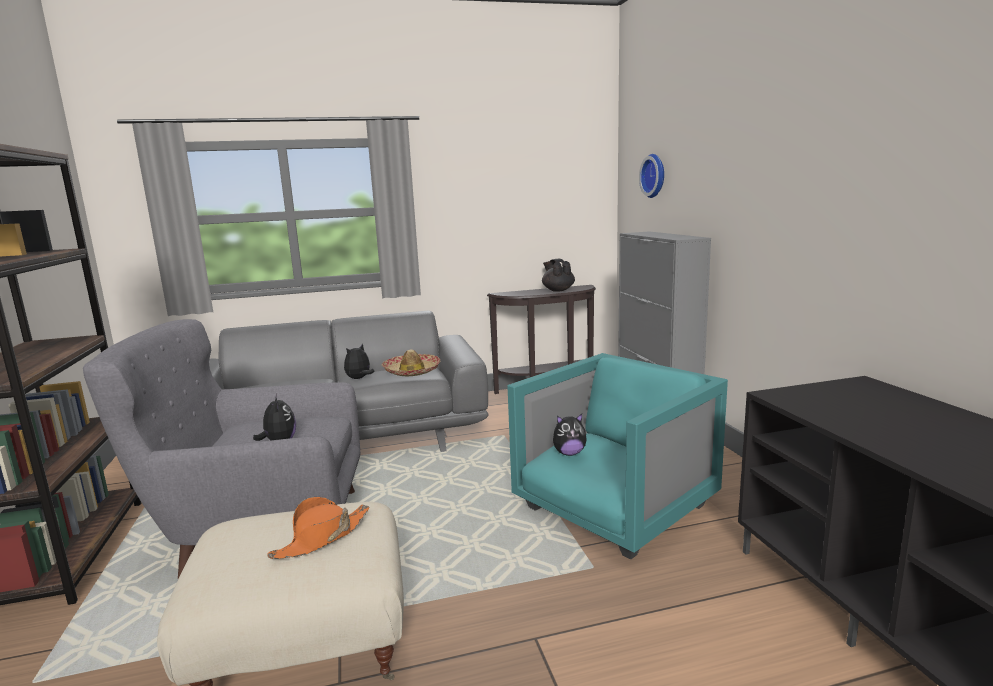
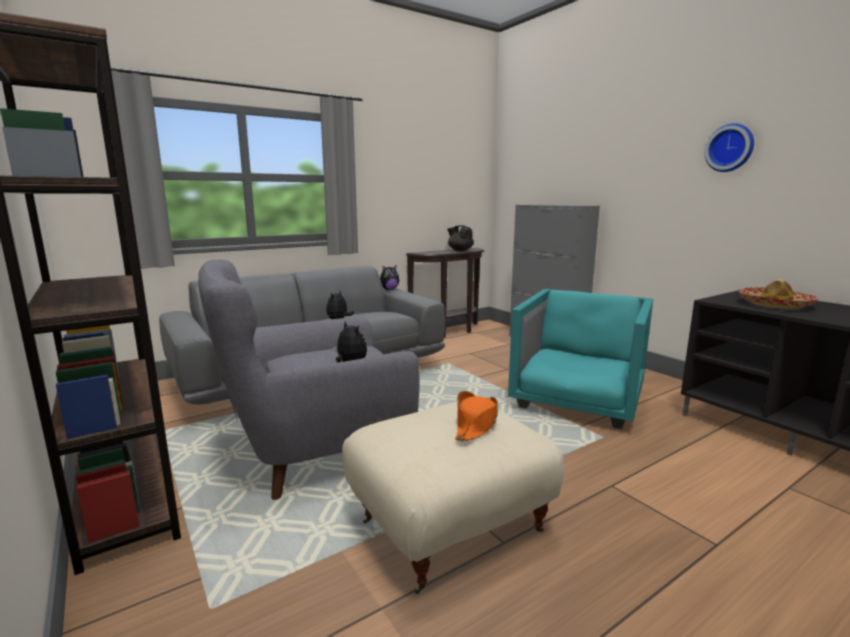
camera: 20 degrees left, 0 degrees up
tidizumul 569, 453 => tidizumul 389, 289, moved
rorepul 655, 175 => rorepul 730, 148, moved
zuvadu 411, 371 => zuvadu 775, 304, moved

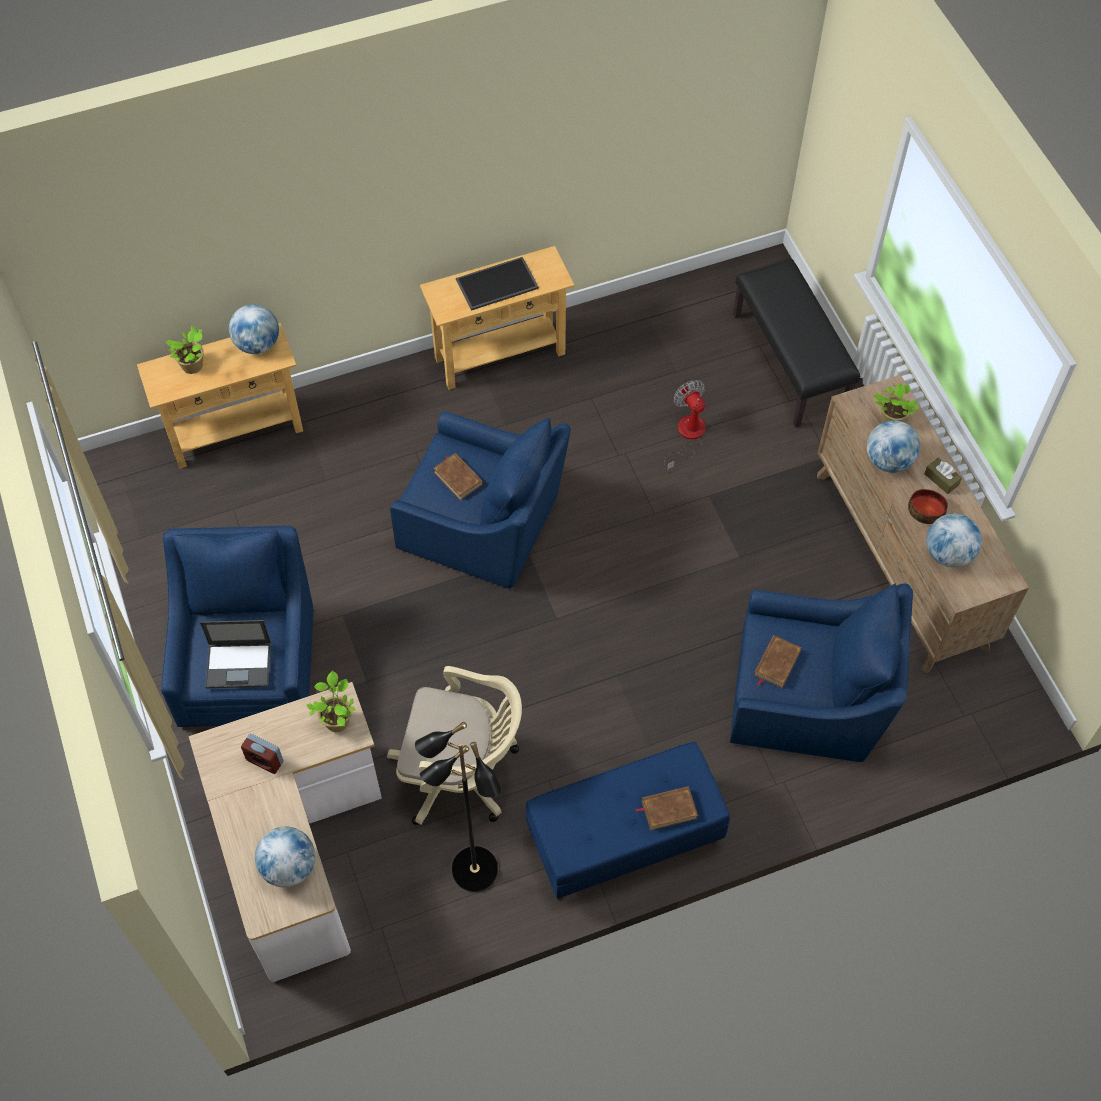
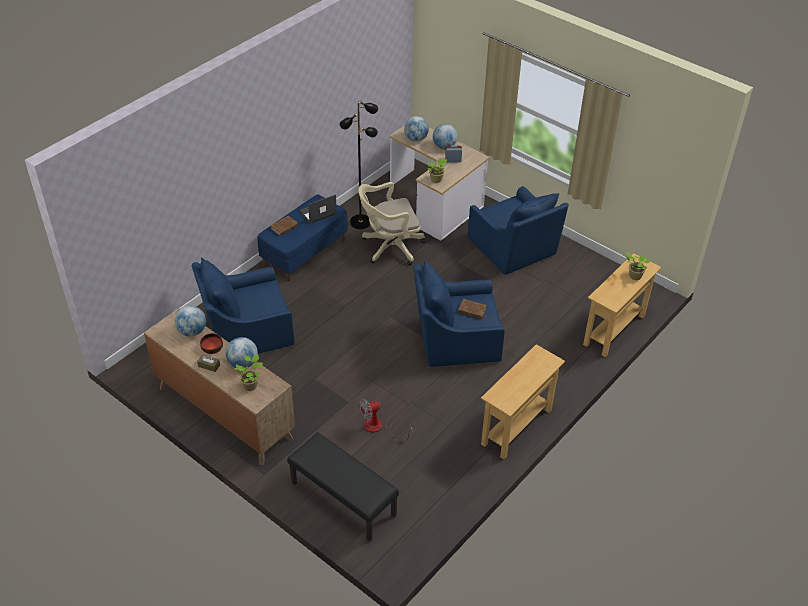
camera: 150 degrees right, 15 degrees down
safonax 239, 665 => safonax 317, 212, moved
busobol 687, 436 => busobol 379, 428, 120 degrees clockwise
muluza 257, 344 => muluza 444, 147, moved
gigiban 496, 285 => nothing
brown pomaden 776, 663 => nothing

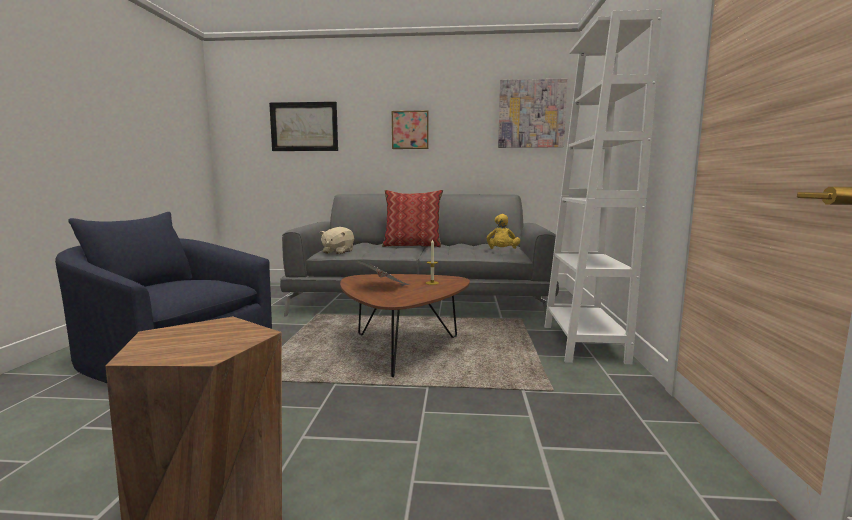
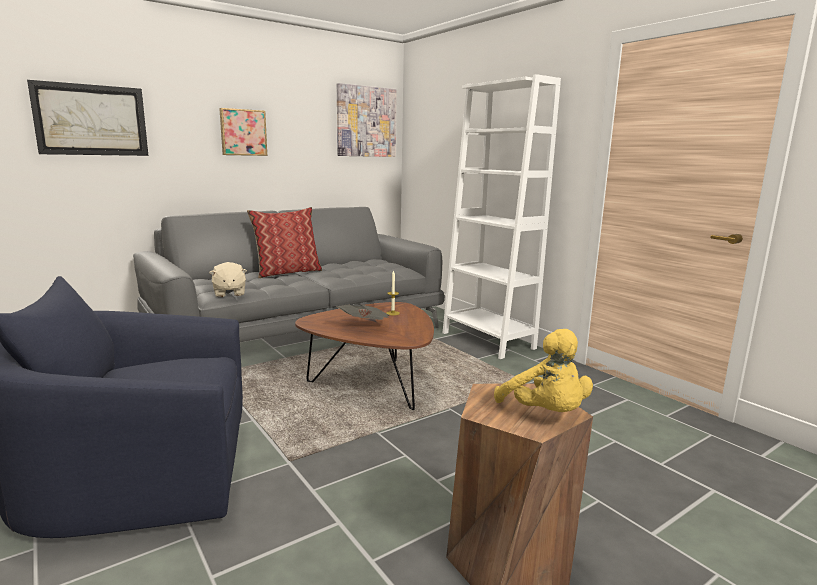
camera: 40 degrees left, 5 degrees up
yellow tidizumul 502, 251 => yellow tidizumul 545, 413, moved

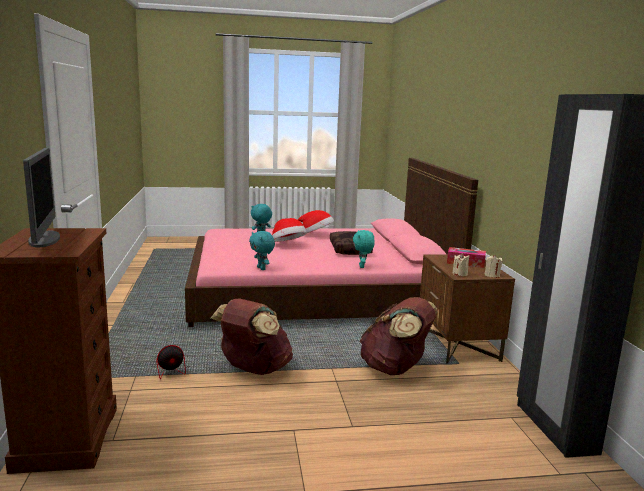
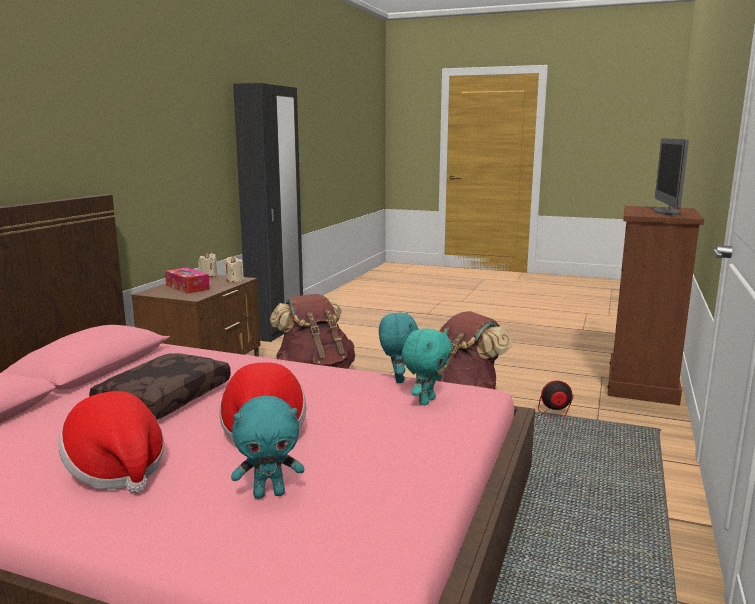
camera: 150 degrees left, 0 degrees up
turquoise tidizumul 362, 266 => turquoise tidizumul 425, 401, moved

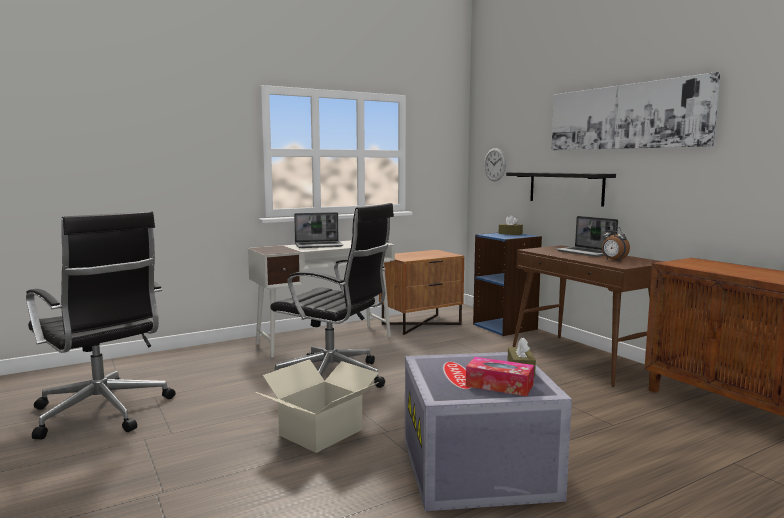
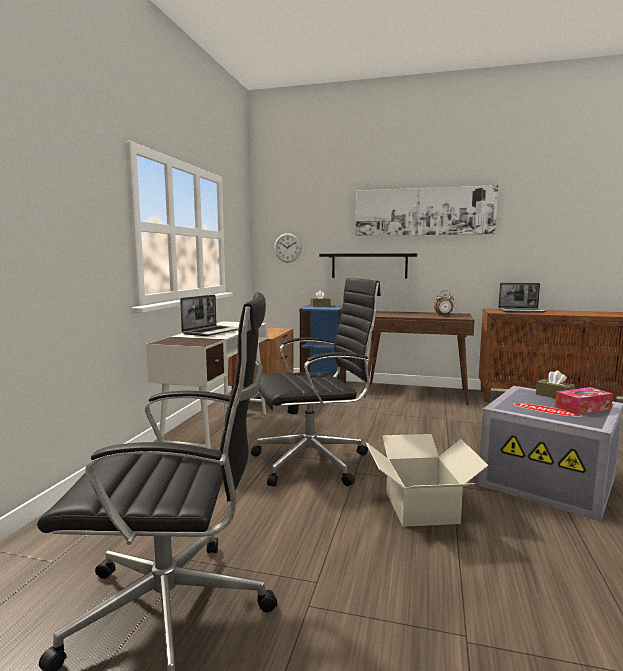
camera: 45 degrees left, 0 degrees up
safonax 586, 253 => safonax 521, 311, moved

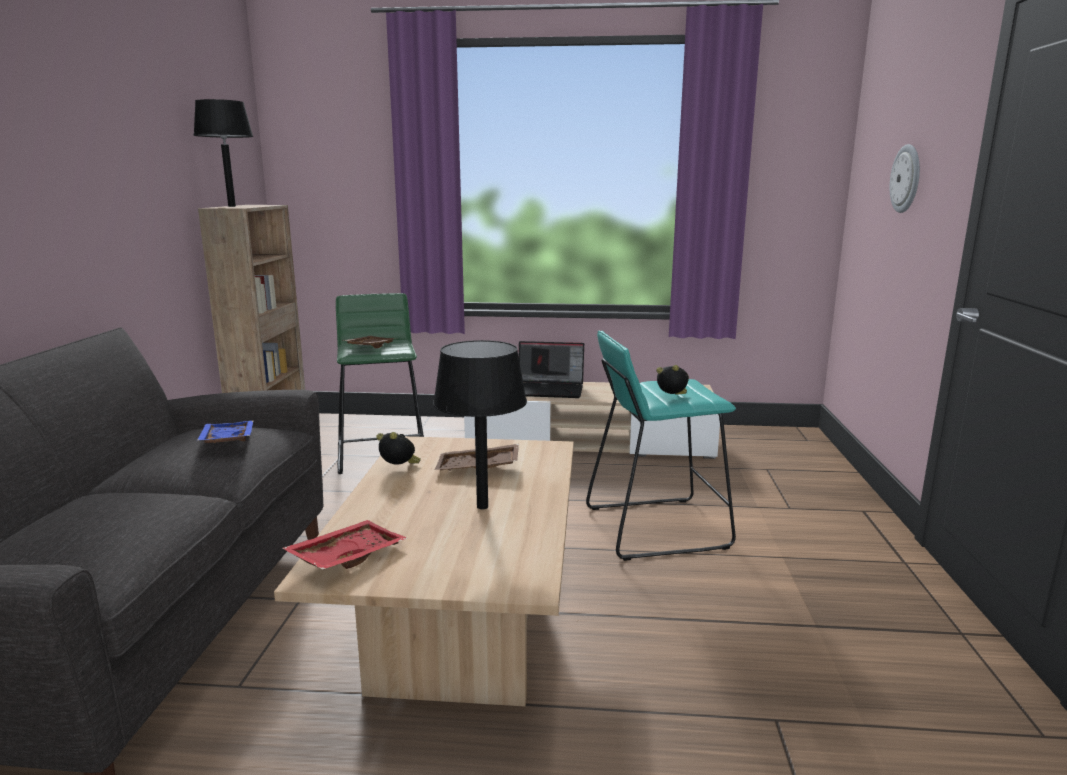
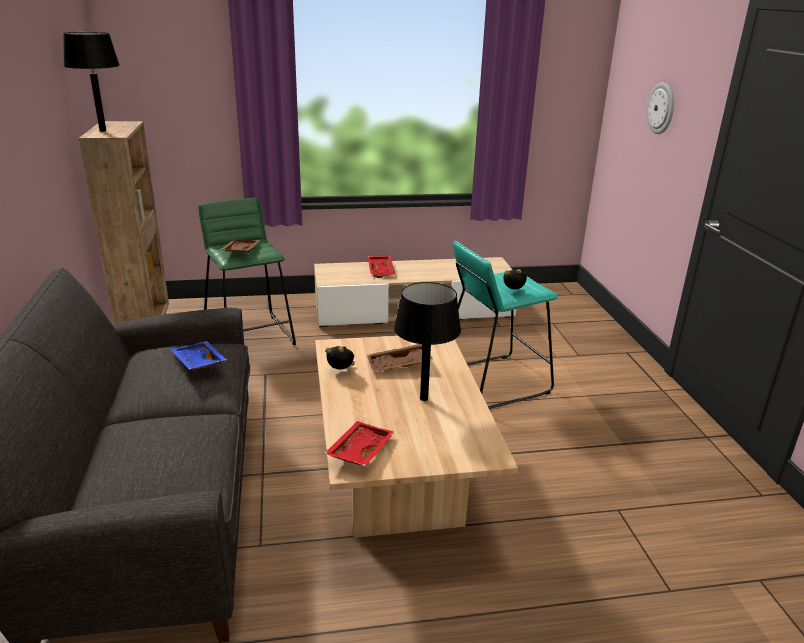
camera: 15 degrees left, 10 degrees up
safonax 550, 389 => red gigiban 381, 271

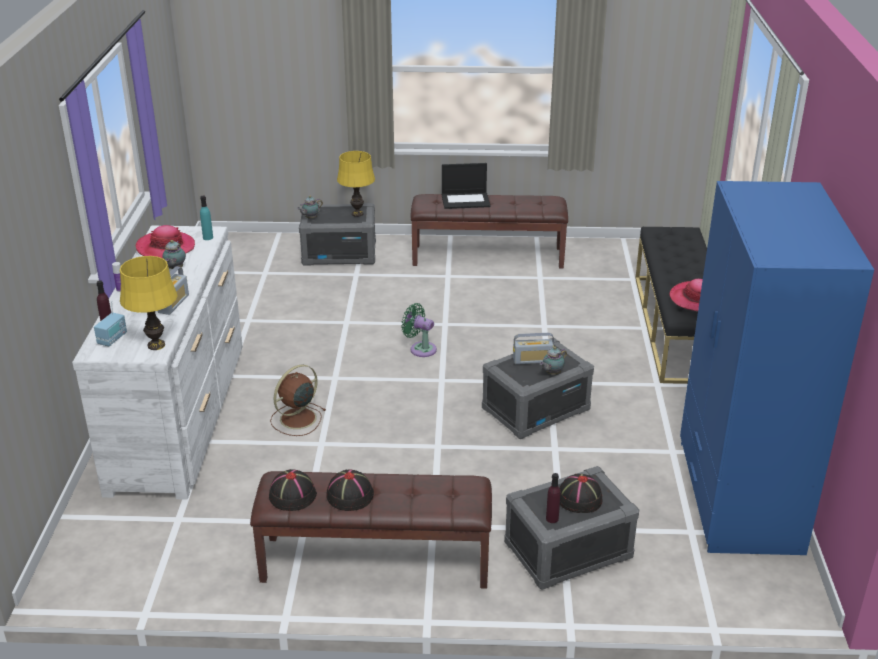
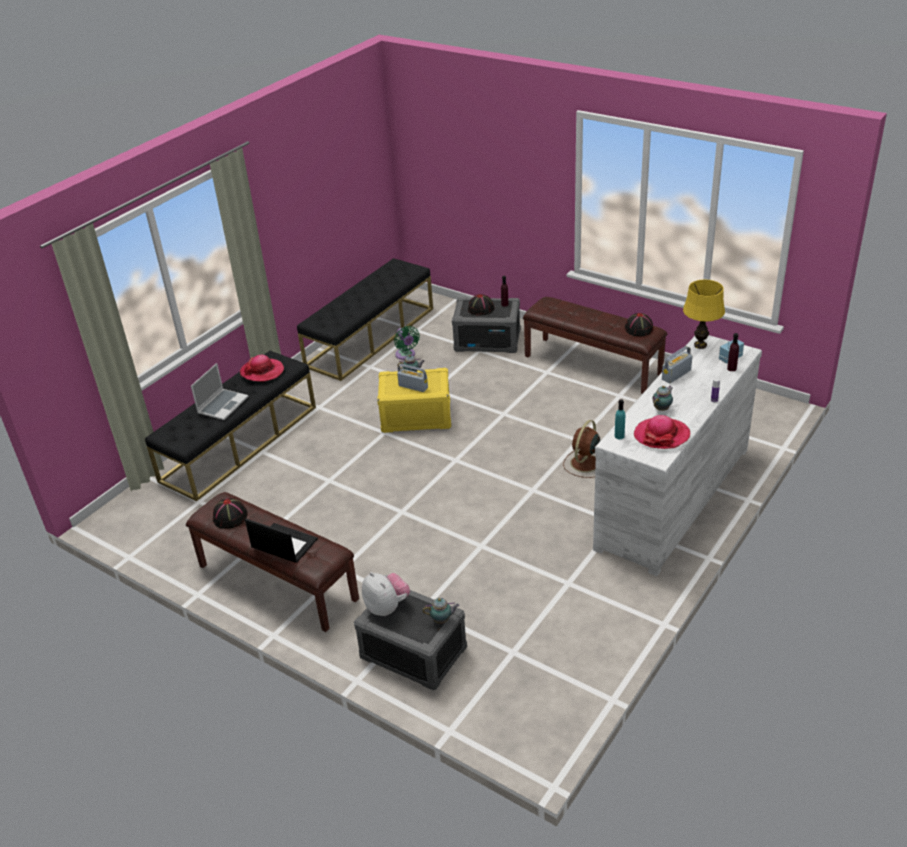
camera: 145 degrees left, 5 degrees up
nothing => safonax 223, 405
black zuvadu 349, 495 => black zuvadu 230, 517, moved
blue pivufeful 737, 496 => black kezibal 370, 337
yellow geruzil 357, 214 => tidizumul 387, 607
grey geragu 536, 409 => yellow geragu 416, 417
green busobol 420, 349 => green busobol 406, 355, moved
brown busobol 296, 419 => brown busobol 584, 464, 135 degrees clockwise

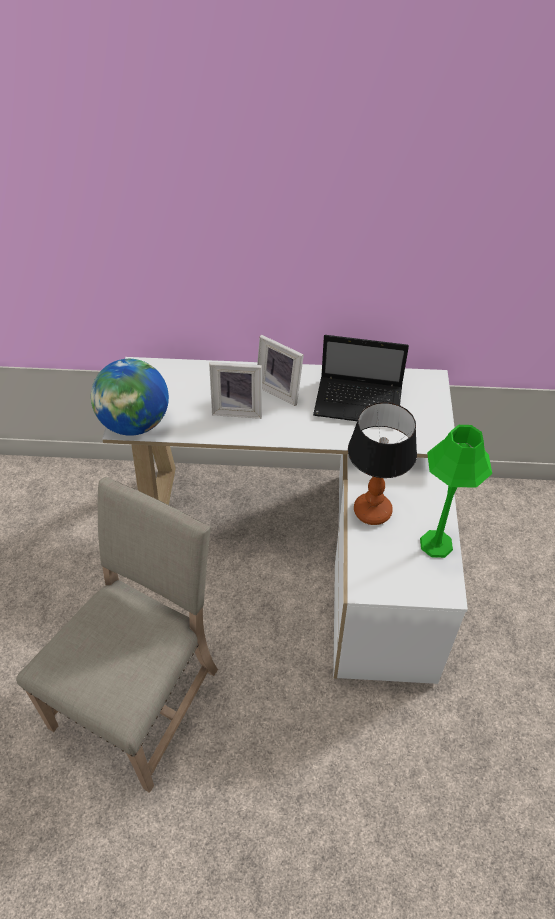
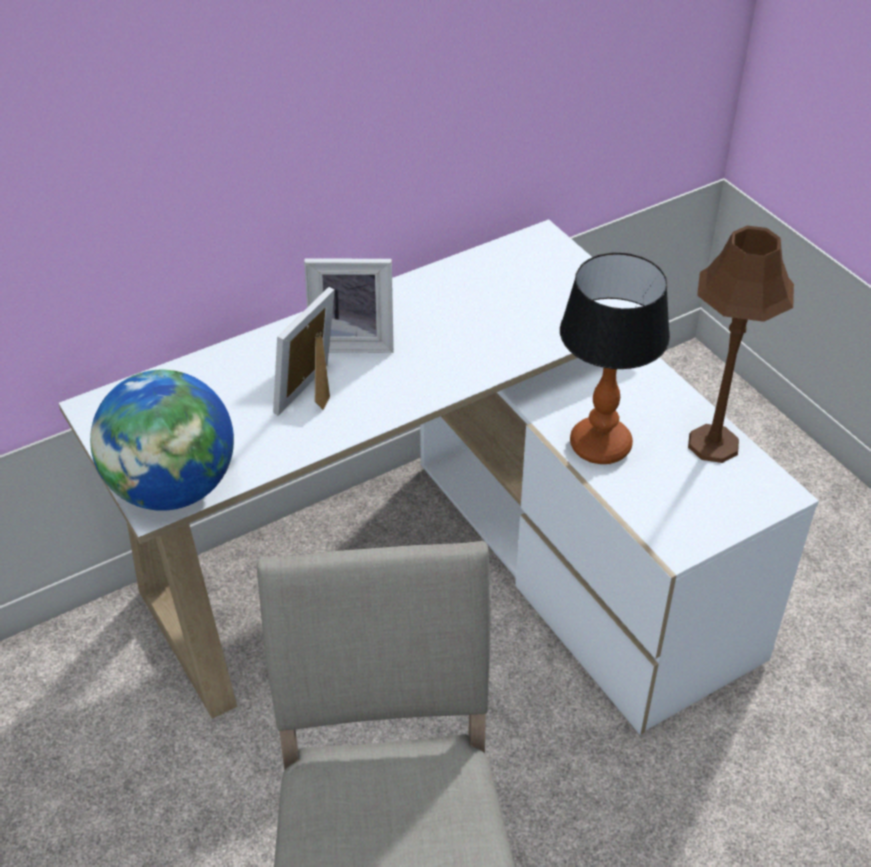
camera: 35 degrees left, 5 degrees down
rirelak 238, 409 => rirelak 314, 394, 150 degrees clockwise
green geruzil 436, 544 => brown geruzil 713, 444
safonax 360, 402 => nothing

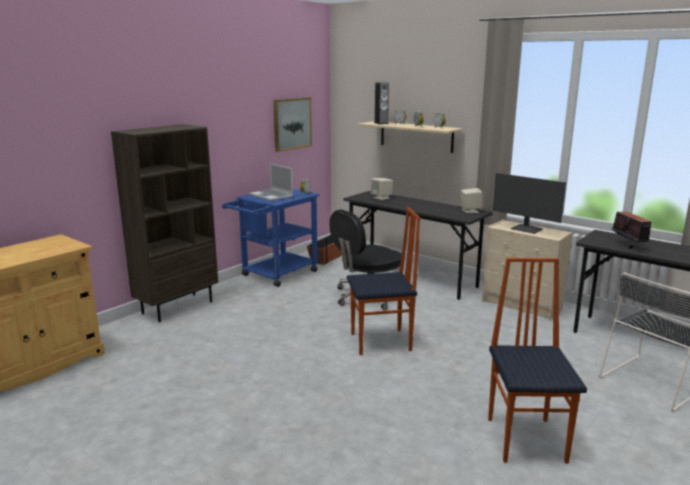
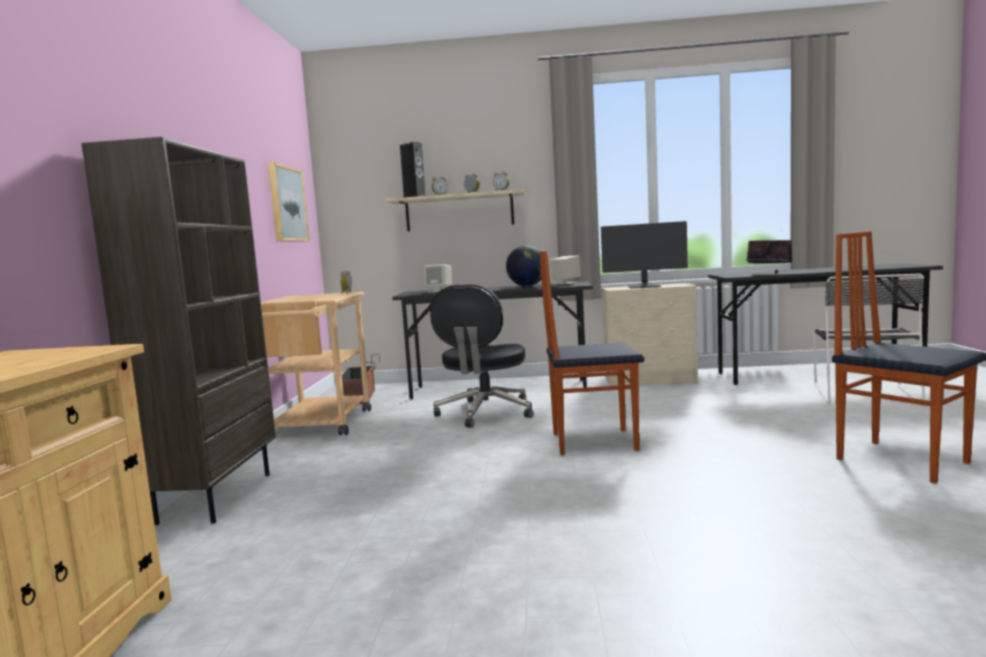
camera: 35 degrees left, 10 degrees down
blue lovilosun 275, 275 => beige lovilosun 318, 426
nothing => muluza 527, 286
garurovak 381, 342 => garurovak 592, 441, 135 degrees counterclockwise
safonax 272, 196 => nothing

